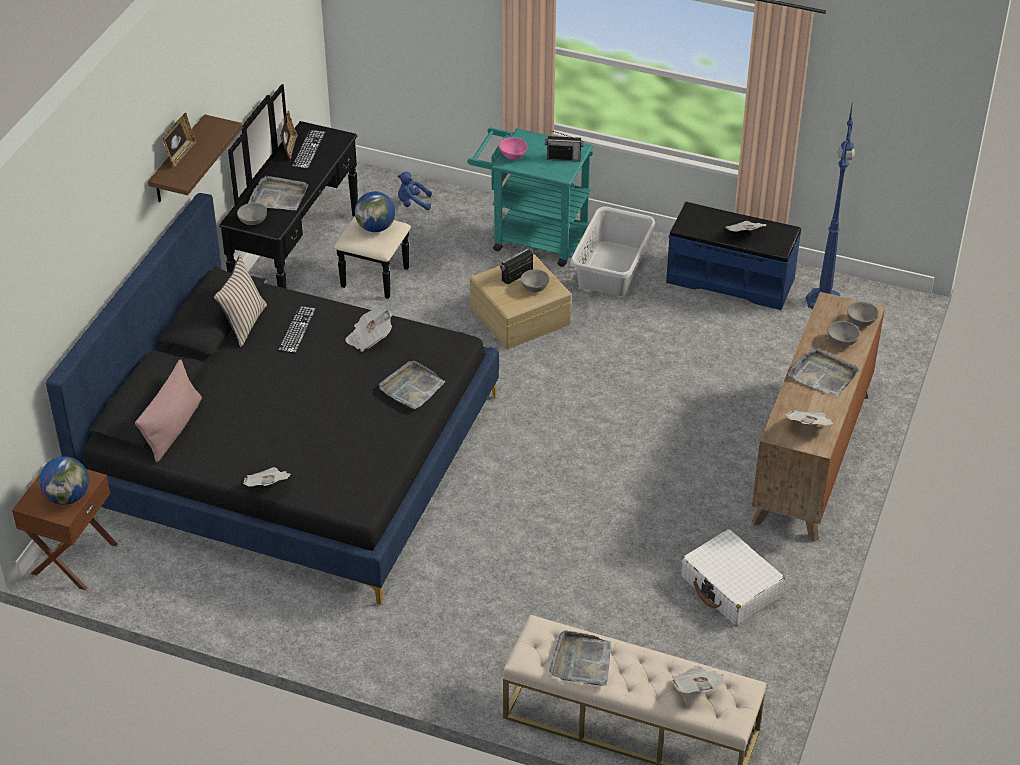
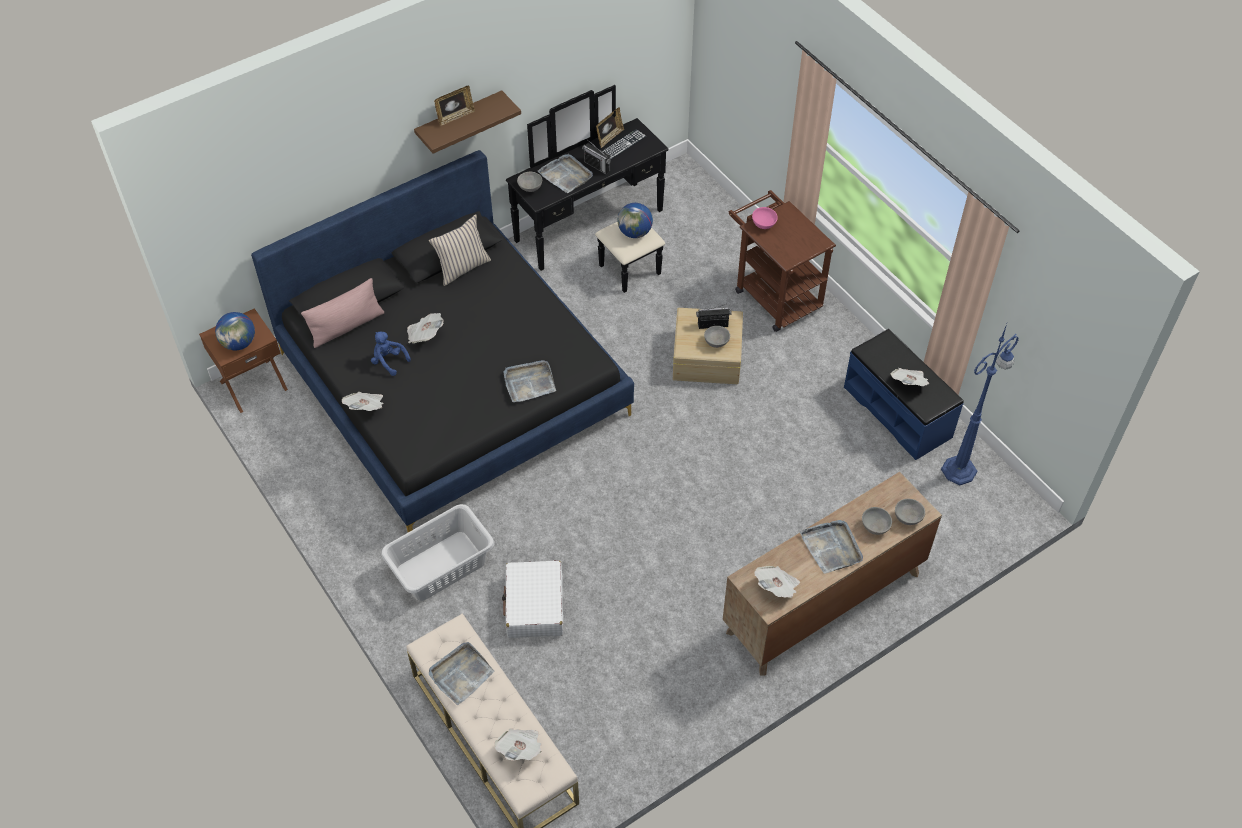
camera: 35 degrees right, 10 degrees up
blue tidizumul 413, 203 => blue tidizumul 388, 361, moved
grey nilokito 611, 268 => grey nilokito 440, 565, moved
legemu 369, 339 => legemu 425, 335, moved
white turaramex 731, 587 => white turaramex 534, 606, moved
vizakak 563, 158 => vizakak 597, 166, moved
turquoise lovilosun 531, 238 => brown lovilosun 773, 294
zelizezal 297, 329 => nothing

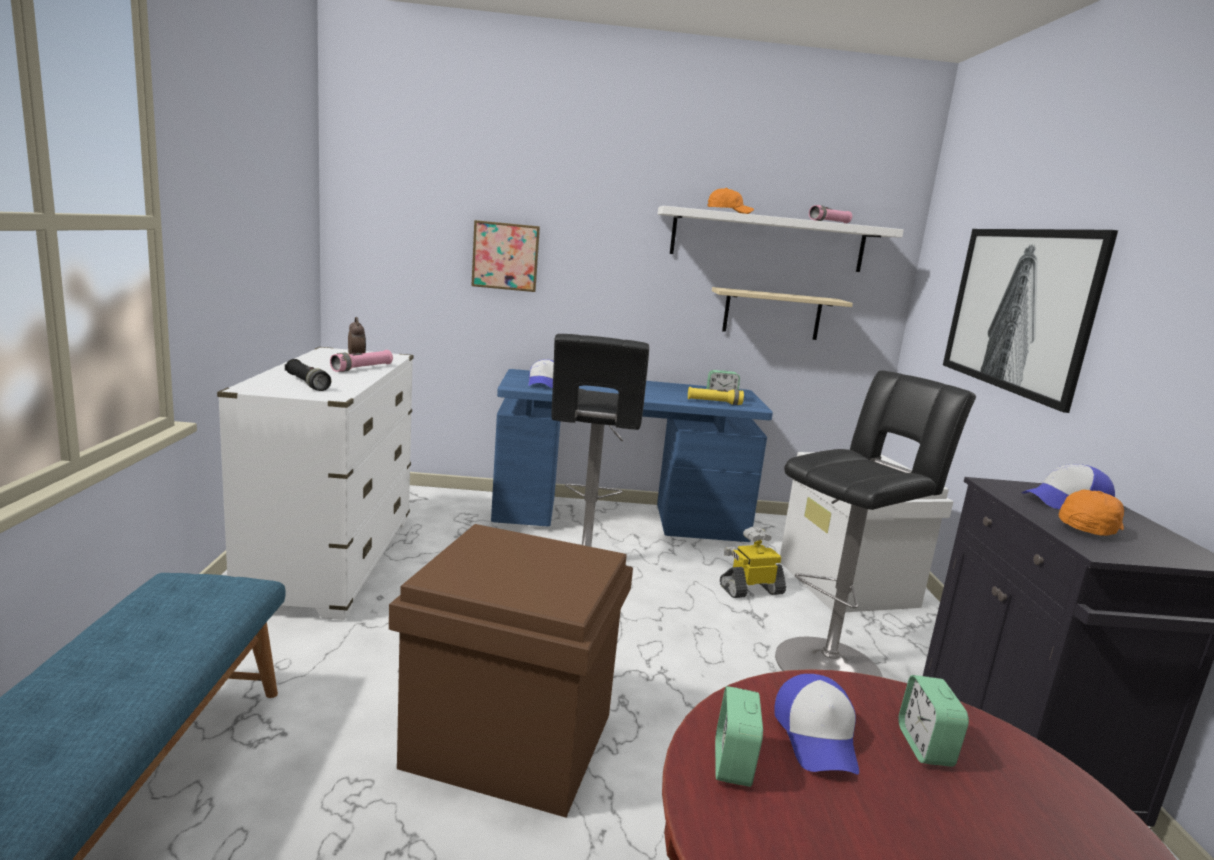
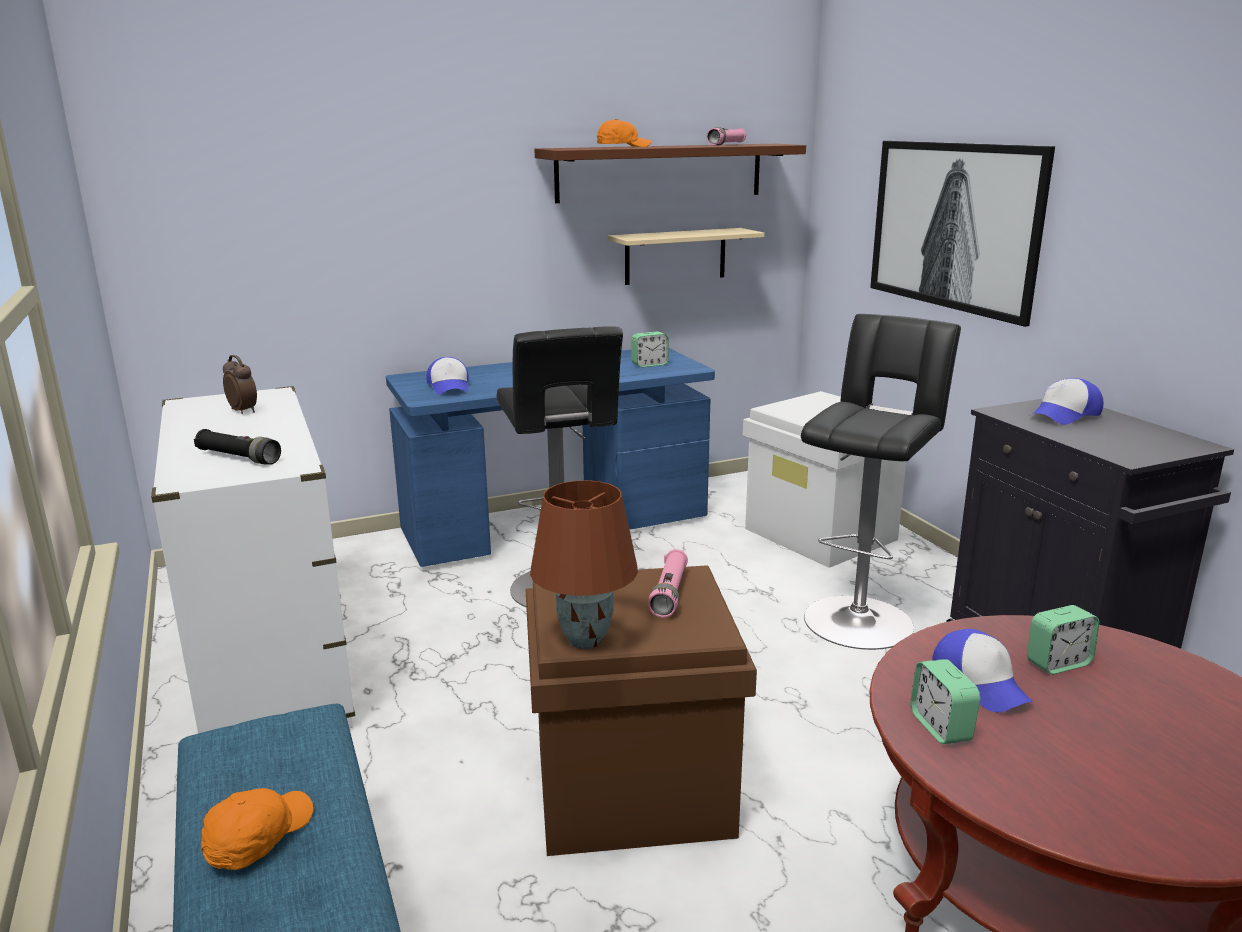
camera: 20 degrees left, 5 degrees up
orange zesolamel 1090, 528 => orange zesolamel 258, 837, moved
nothing => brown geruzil 584, 640
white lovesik 768, 240 => brown lovesik 660, 172
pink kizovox 362, 368 => pink kizovox 669, 594, moved
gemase 925, 746 => gemase 1058, 663, 90 degrees counterclockwise
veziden 505, 256 => nothing
yellow kizovox 714, 402 => nothing
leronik 751, 590 => nothing

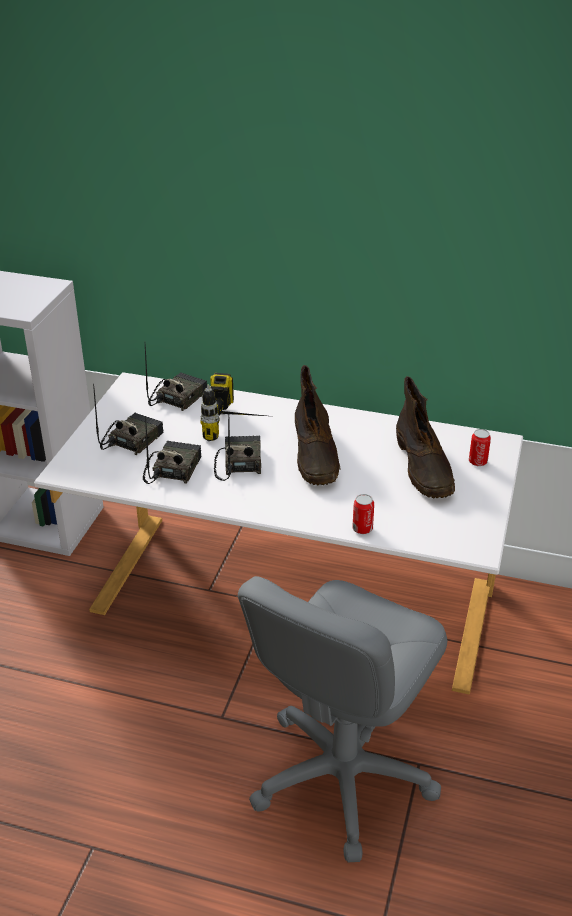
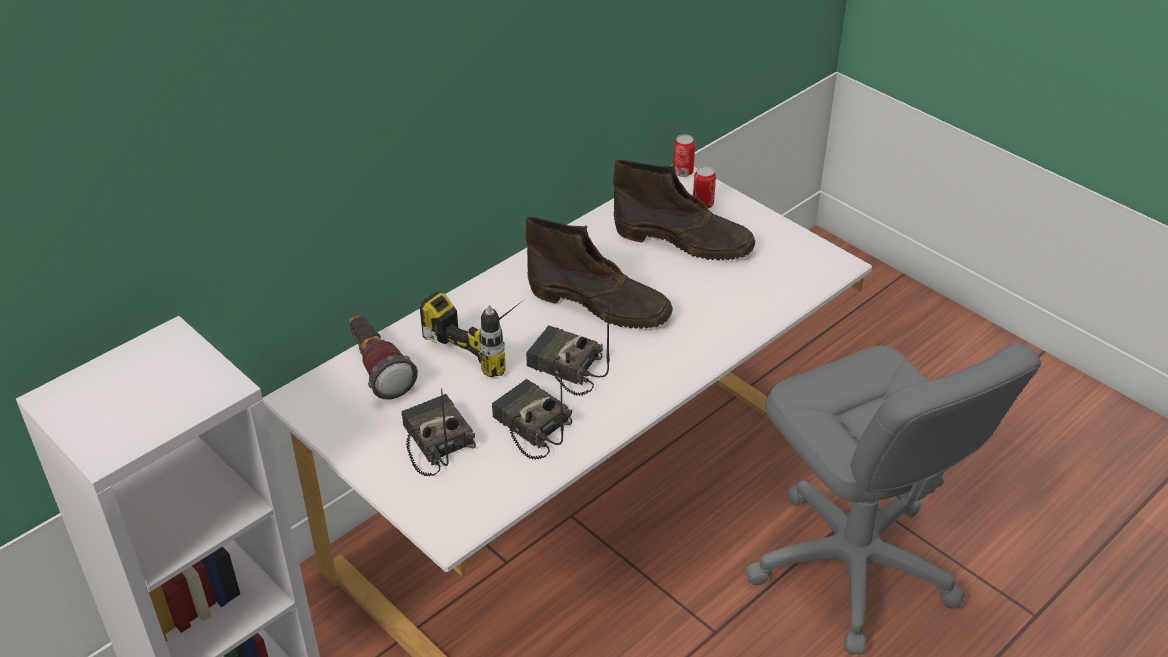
camera: 60 degrees left, 5 degrees up
vizakak 177, 397 => kizovox 377, 369
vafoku 362, 529 => vafoku 682, 172, moved

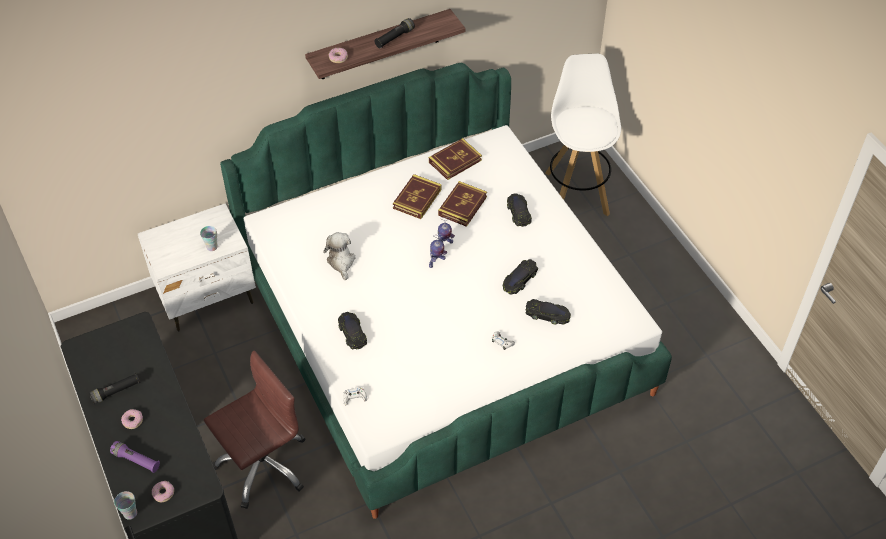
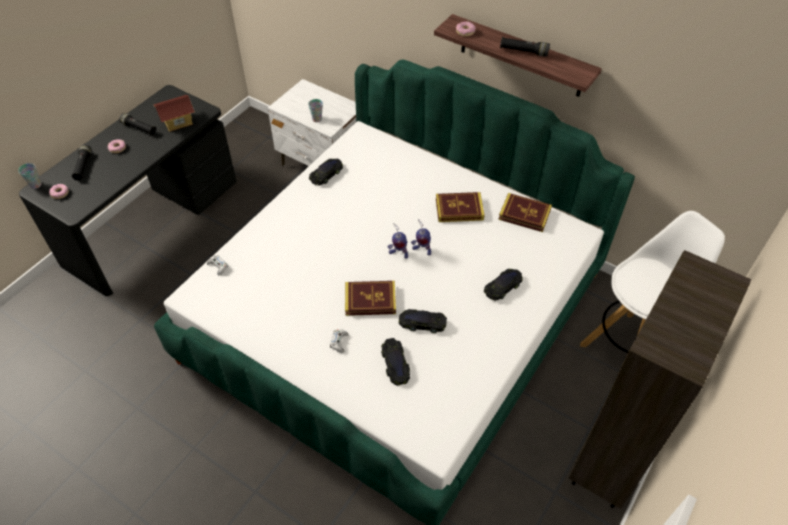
camera: 60 degrees right, 0 degrees up
purple kizovox 136, 460 => black kizovox 83, 166
nothing => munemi 178, 122
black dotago 352, 332 => black dotago 326, 174, moved
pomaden 462, 206 => pomaden 370, 300, moved
nothing => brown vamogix 611, 460
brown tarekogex 262, 464 => nothing
tidizumul 341, 262 => nothing

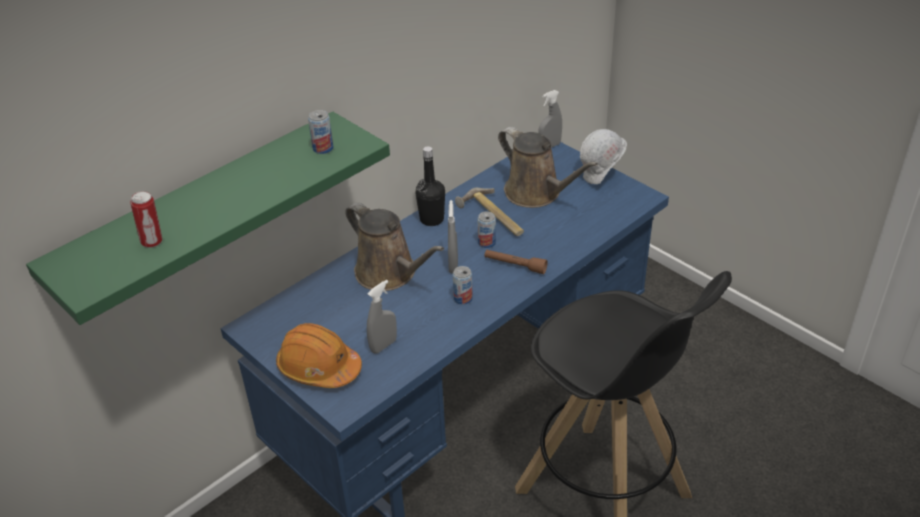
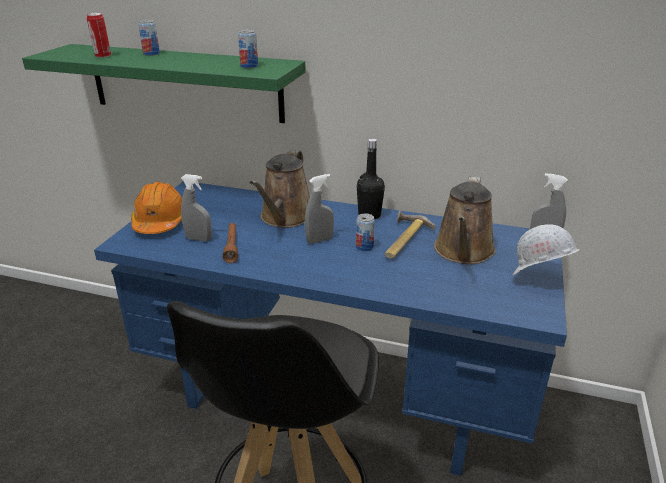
camera: 60 degrees right, 10 degrees down
vafoku 463, 298 => vafoku 151, 54, moved
brown kizovox 515, 265 => brown kizovox 232, 247, moved

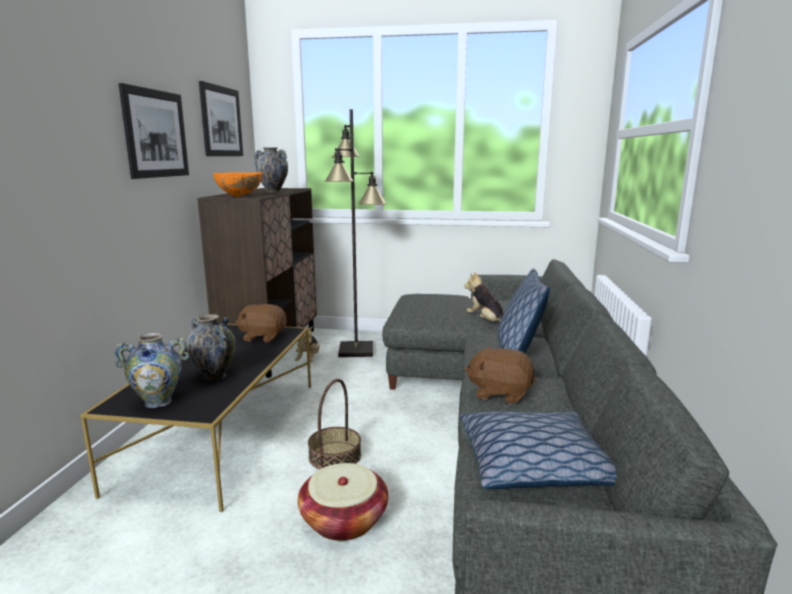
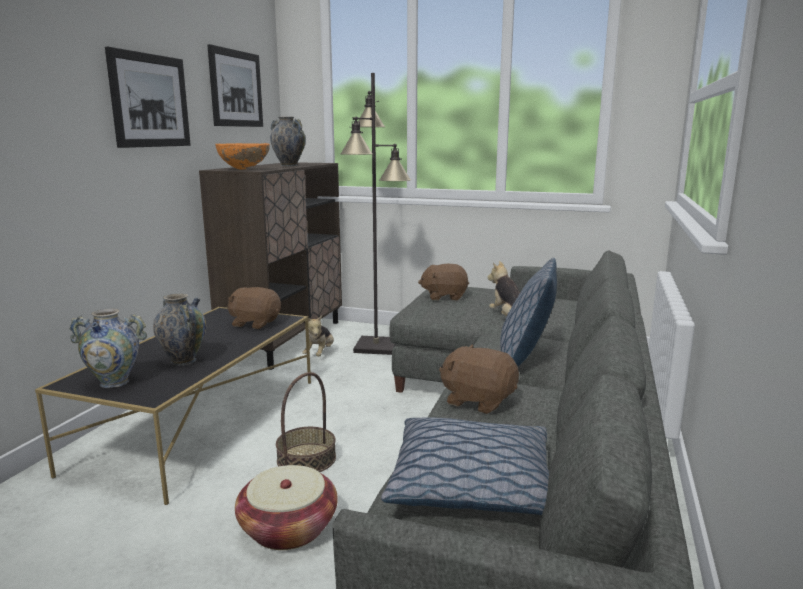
camera: 10 degrees right, 0 degrees up
nothing => brown tidizumul 444, 296

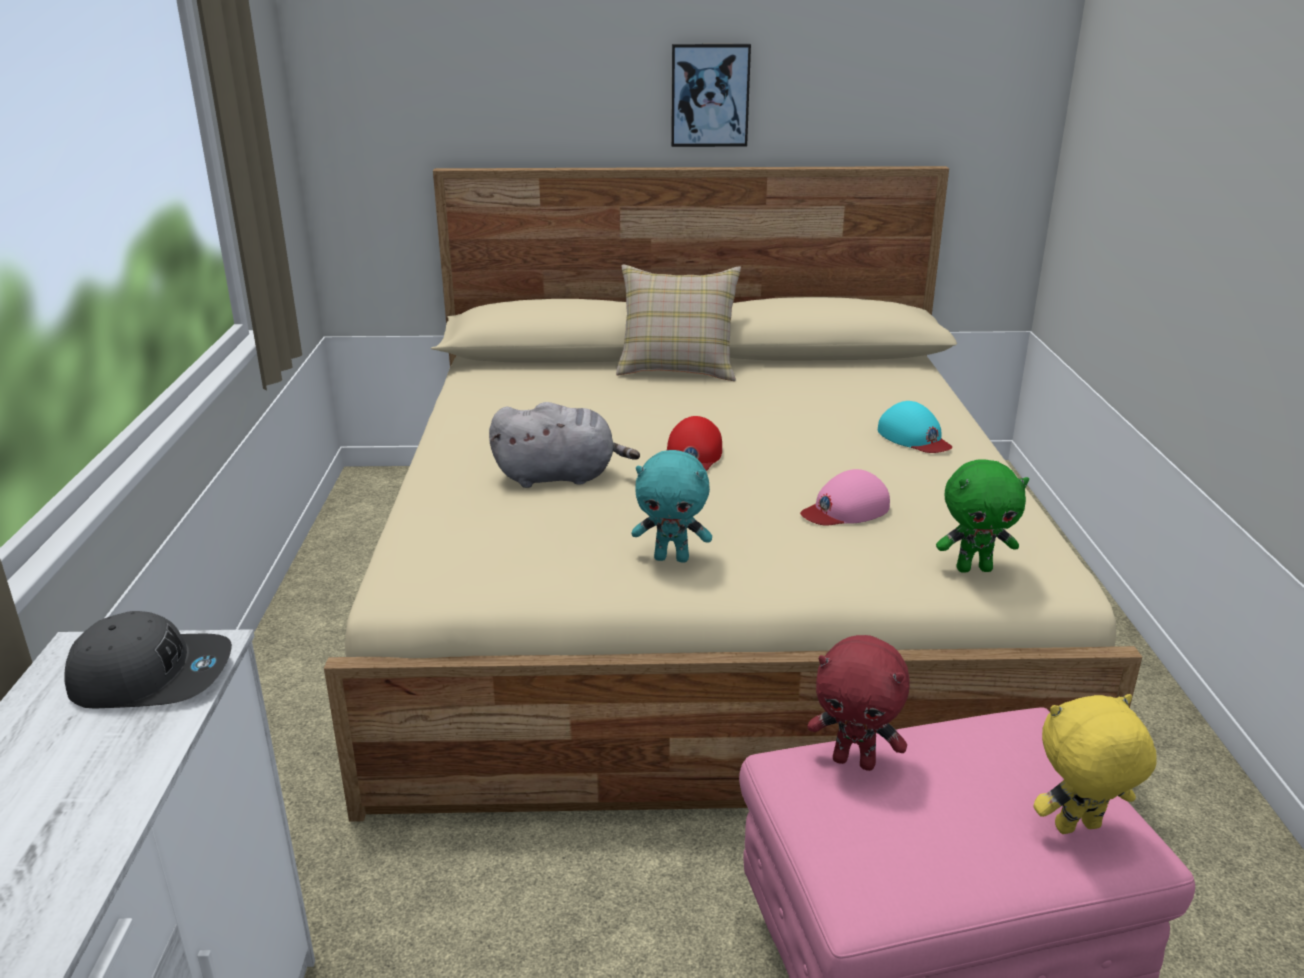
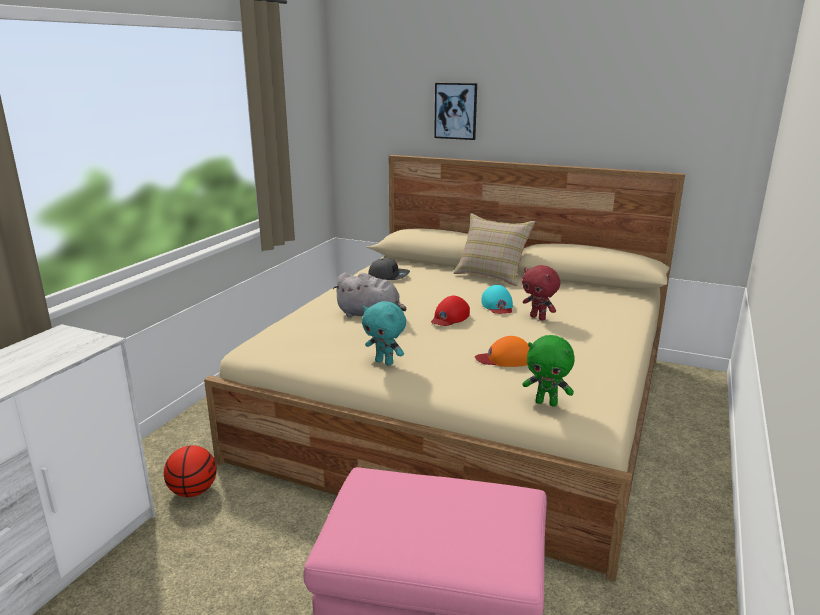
camera: 25 degrees right, 5 degrees down
nothing => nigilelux 193, 491
grey zesolamel 152, 676 => grey zesolamel 389, 276, moved
veziden 710, 95 => veziden 456, 111, moved
pink zesolamel 845, 509 => orange zesolamel 505, 359
turquoise zesolamel 914, 438 => turquoise zesolamel 497, 305, moved
red tidizumul 855, 761 => red tidizumul 538, 318, moved
yellow tidizumul 1078, 829 => nothing

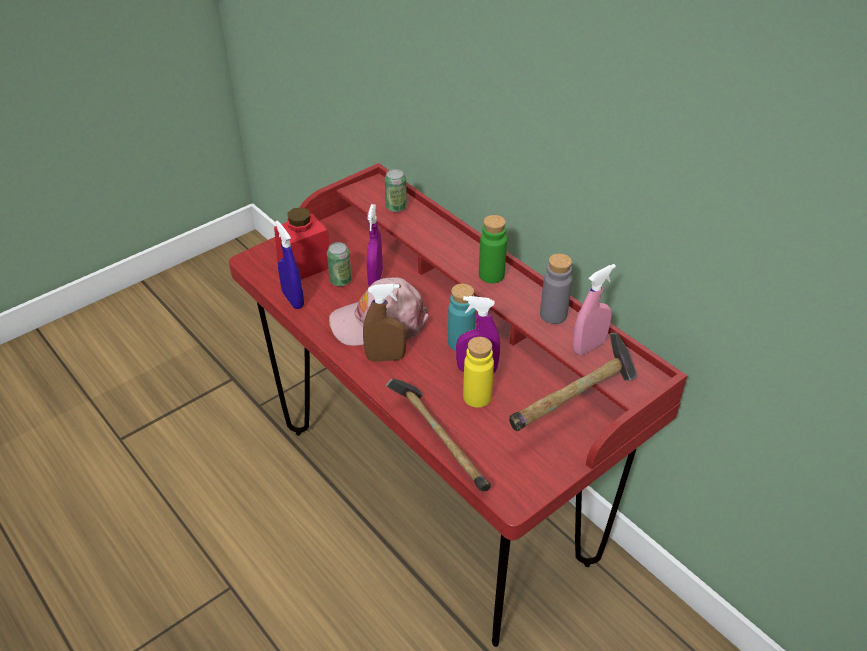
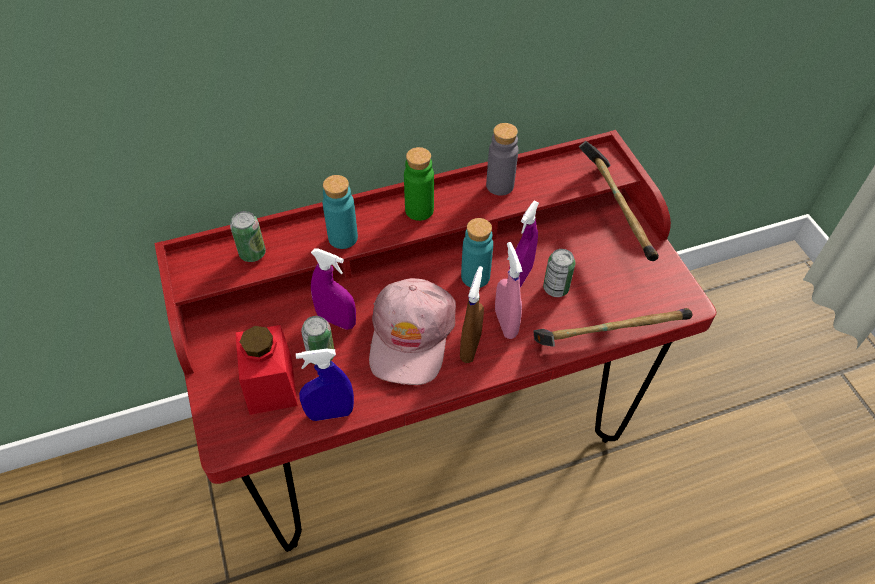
camera: 70 degrees left, 10 degrees up
nothing => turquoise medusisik 343, 238
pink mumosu 588, 347 => pink mumosu 505, 323, moved
yellow medusisik 477, 397 => vafoku 555, 288

